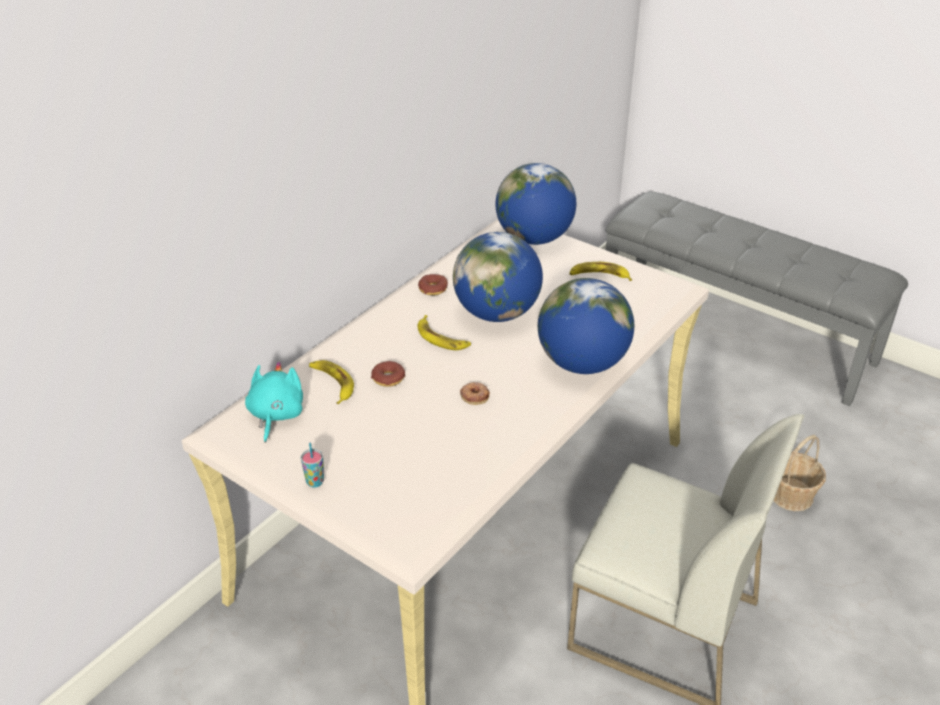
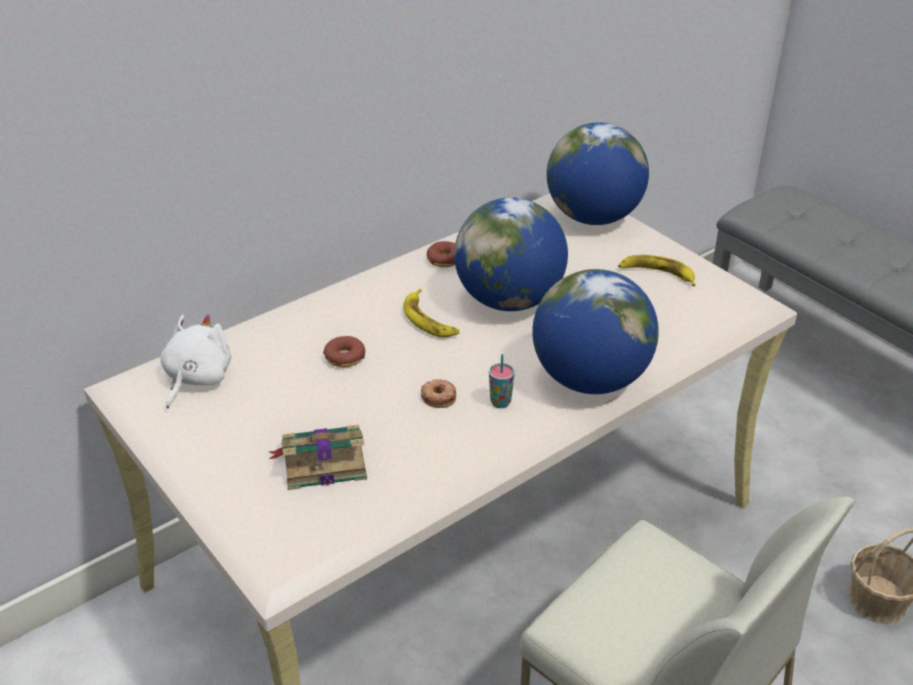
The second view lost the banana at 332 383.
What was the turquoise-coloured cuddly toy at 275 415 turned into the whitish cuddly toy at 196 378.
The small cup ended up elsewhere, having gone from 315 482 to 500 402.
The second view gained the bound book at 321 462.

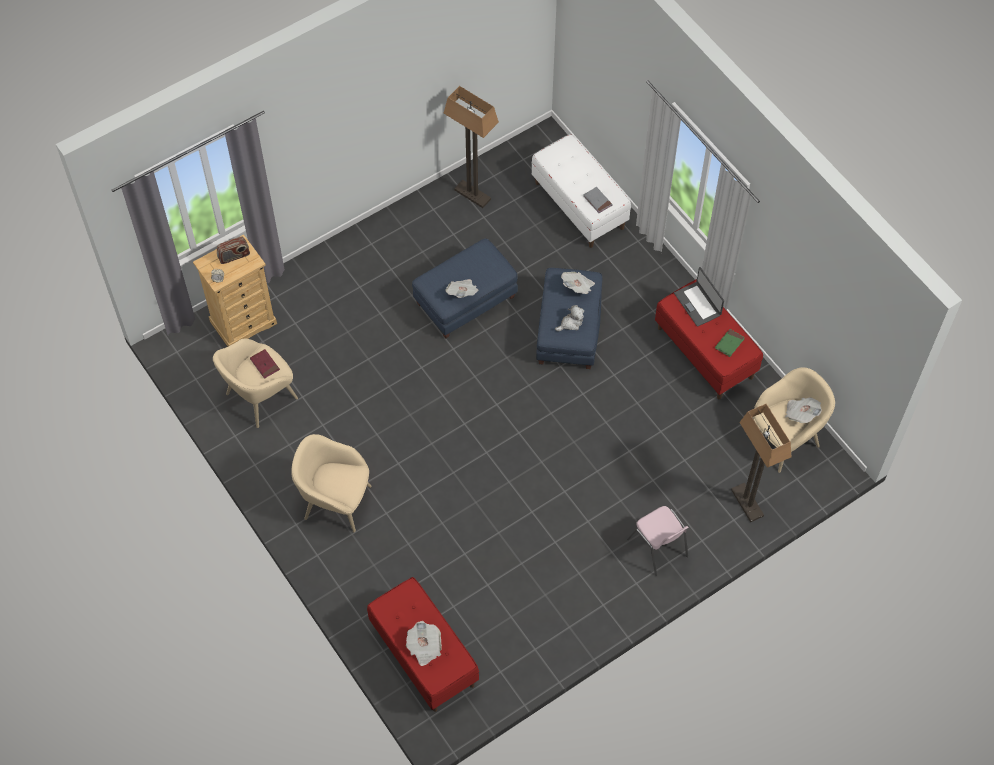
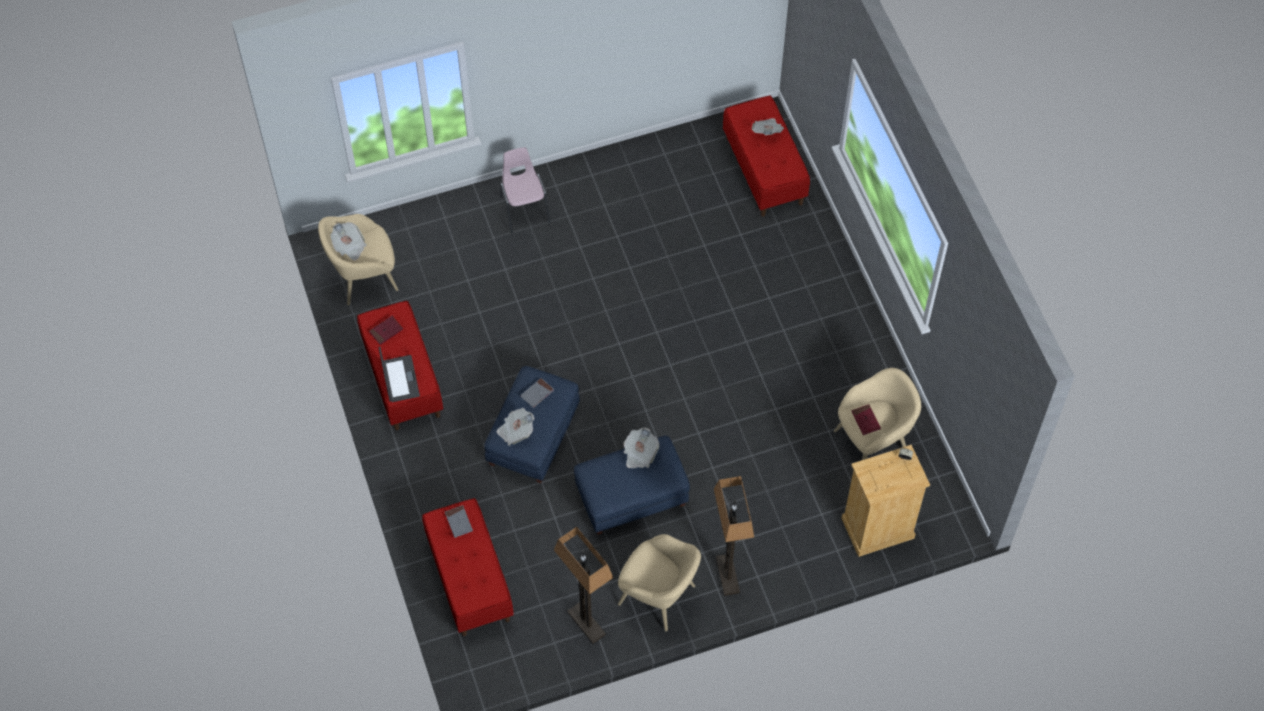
What was the whitish long seat at 579 205 turned into the red long seat at 469 579.
The second view lost the radio at 234 256.
Where the cuddly toy stood at 571 323, the grey bound book came to stand at 537 393.
What was the green-coloured bound book at 729 343 turned into the red bound book at 386 331.
The standing lamp ended up elsewhere, having gone from 747 503 to 727 575.
The beige easy chair ended up elsewhere, having gone from 336 501 to 658 596.

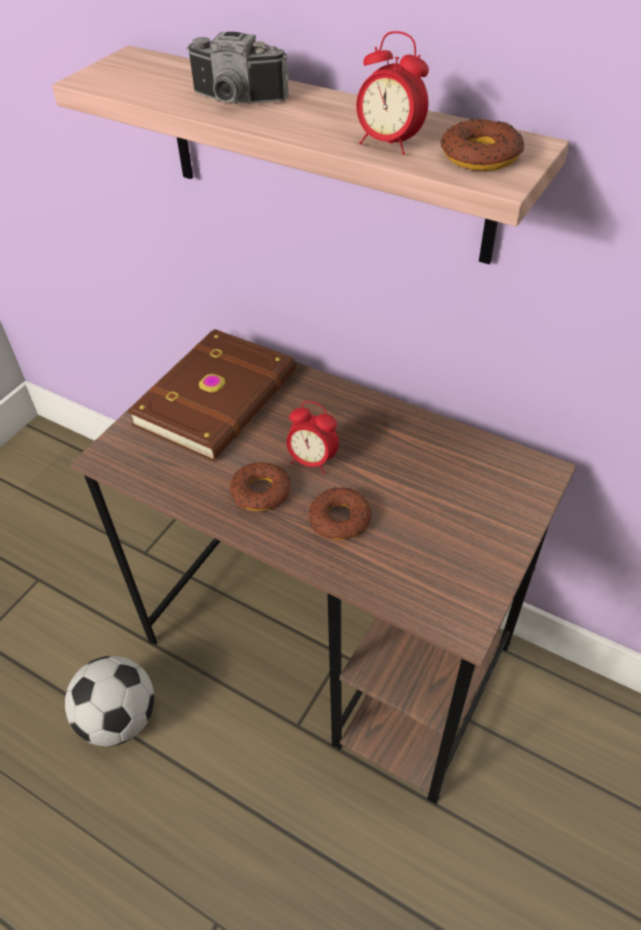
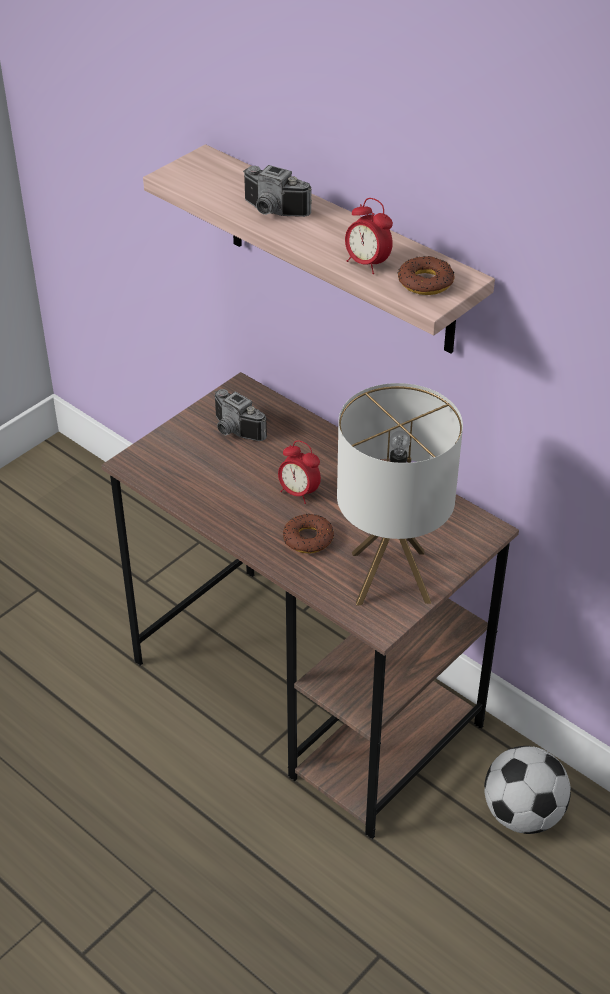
Where the brownish bound book stood at 219 398, the still camera came to stand at 234 431.
The second view lost the donut at 261 492.
The ball for football ended up elsewhere, having gone from 120 718 to 523 814.
The second view gained the tabletop lamp at 390 577.

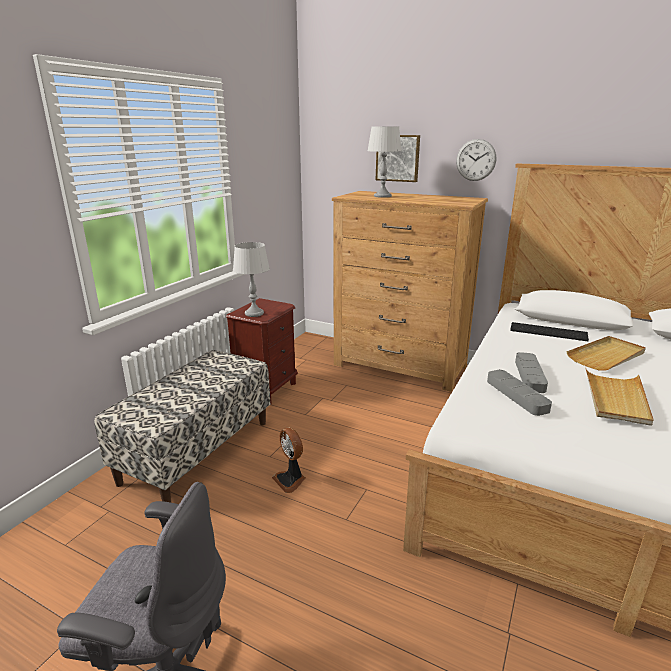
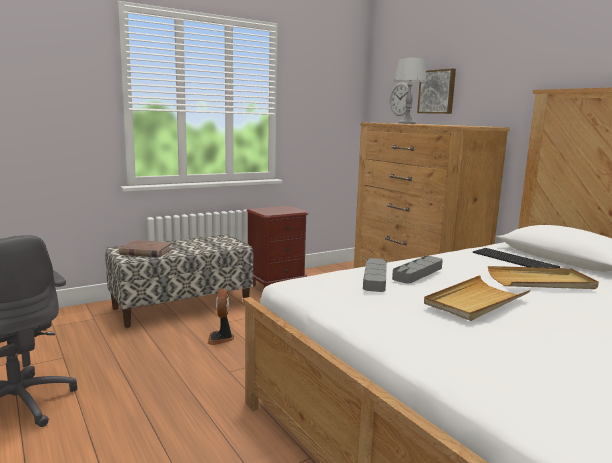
The wall clock ended up elsewhere, having gone from 476 160 to 401 99.
The second view lost the grey tabletop lamp at 254 313.
The second view gained the brownish bound book at 146 251.

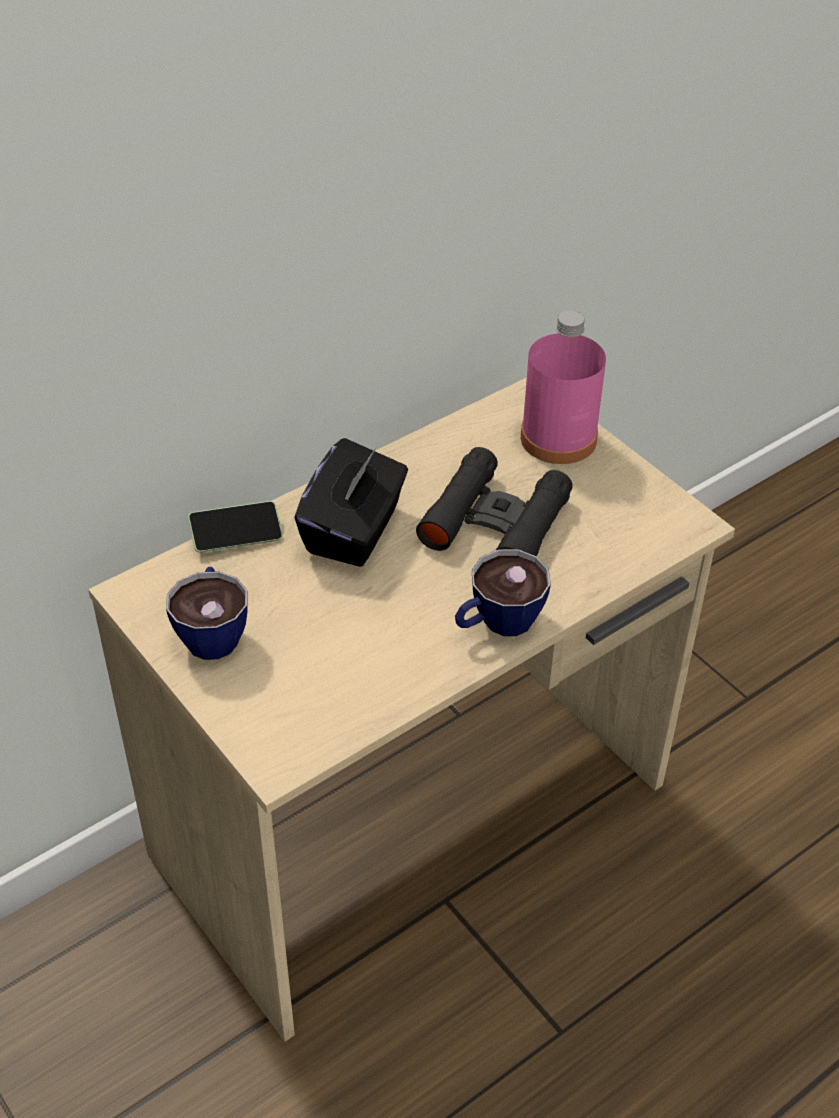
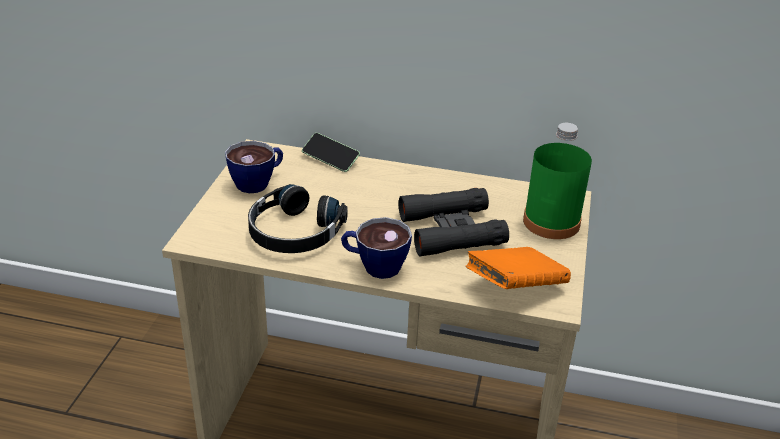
What was the pinkish bottle at 558 438 turned into the green-coloured bottle at 551 222.
The second view lost the black tissue box at 354 530.
The second view gained the black pair of headphones at 294 232.
The second view gained the orangey bound book at 515 287.

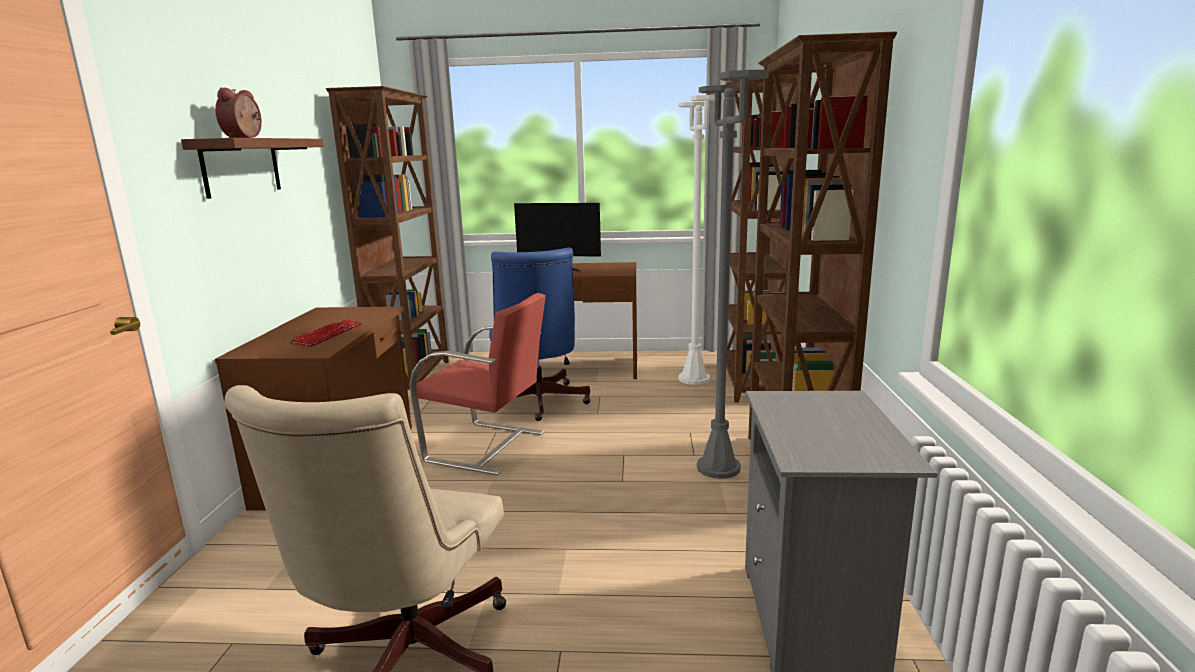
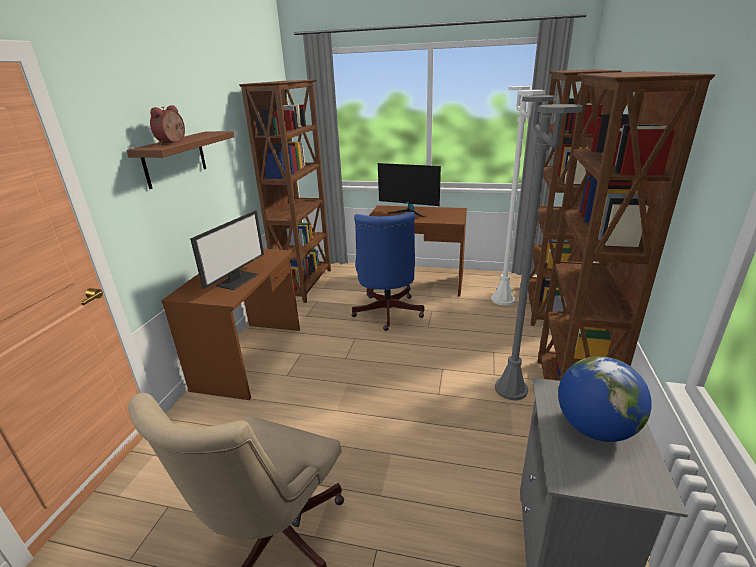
The second view lost the red chair at 487 447.
Where the keyboard stood at 328 335, the computer display came to stand at 237 280.
The second view gained the desk globe at 595 428.

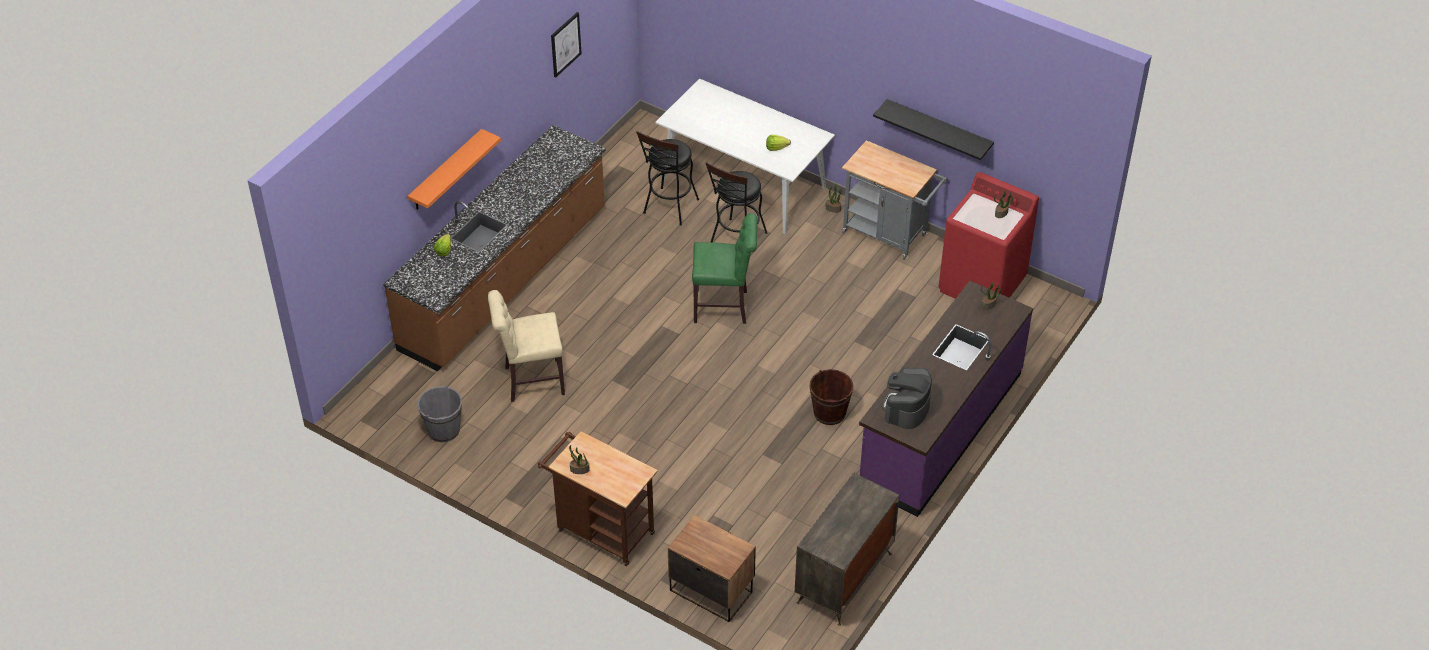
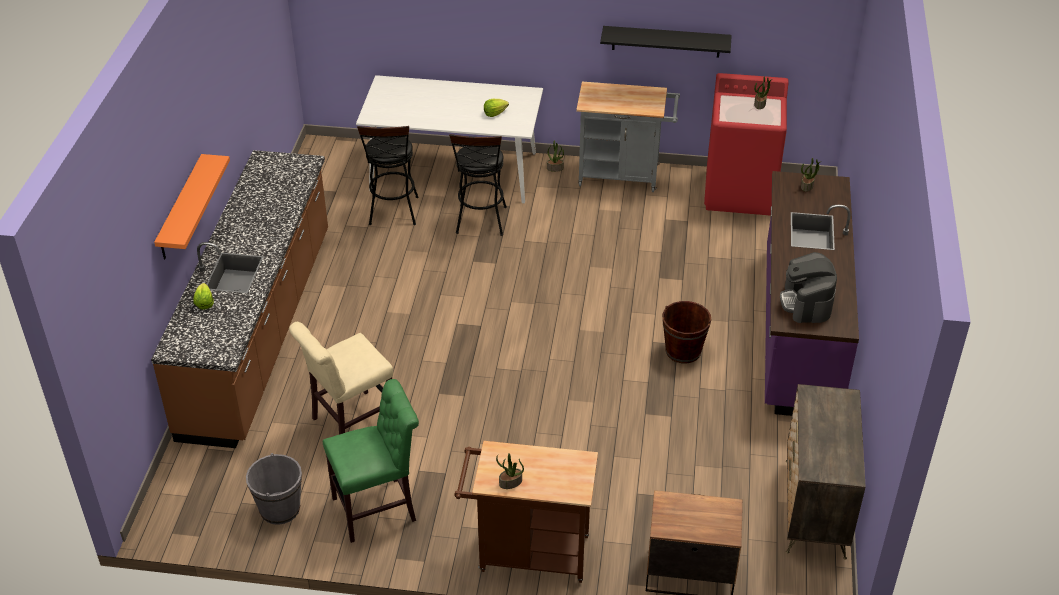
The second view lost the picture at 565 44.
The green-coloured chair ended up elsewhere, having gone from 724 307 to 379 508.

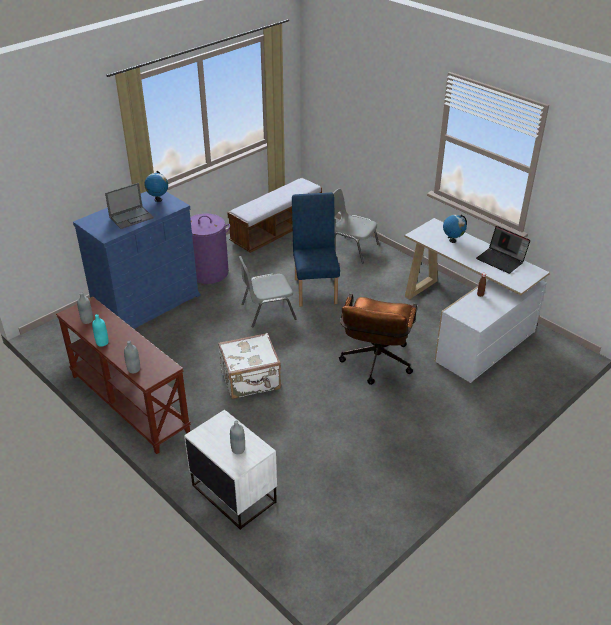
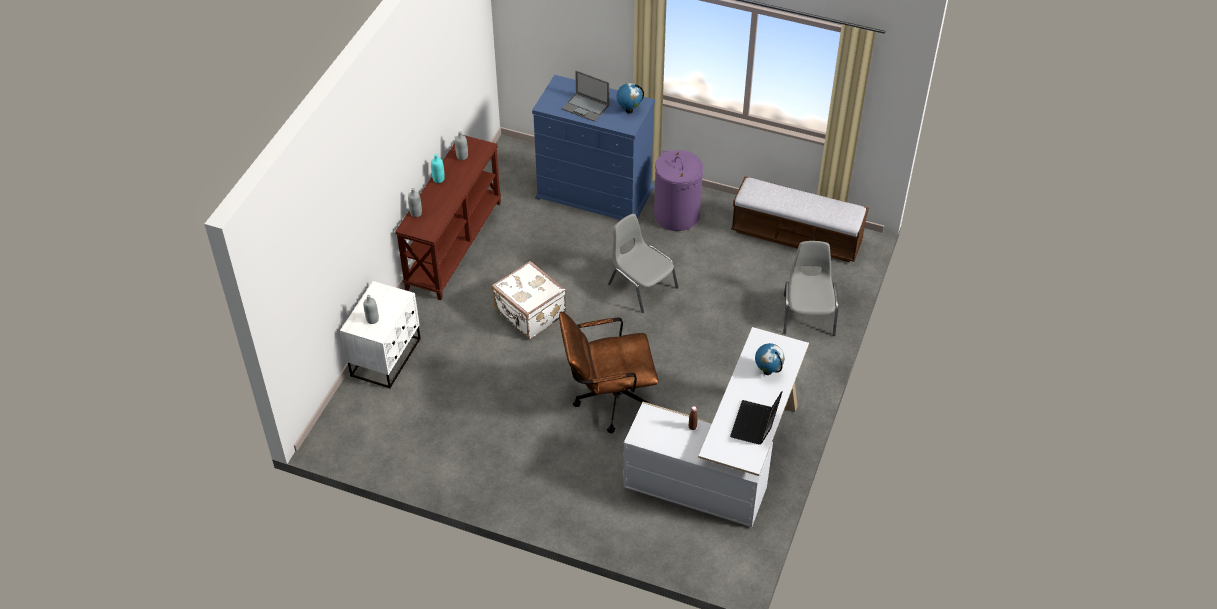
The second view lost the blue chair at 315 288.

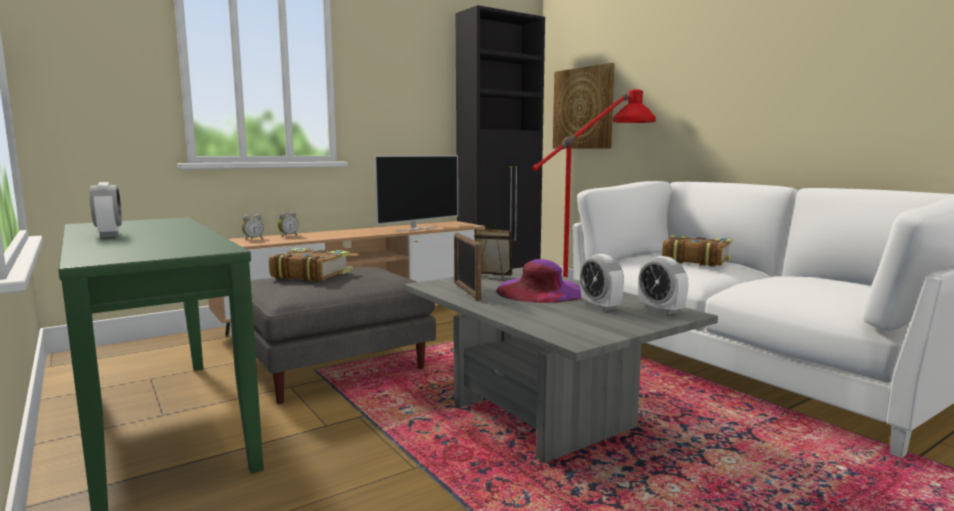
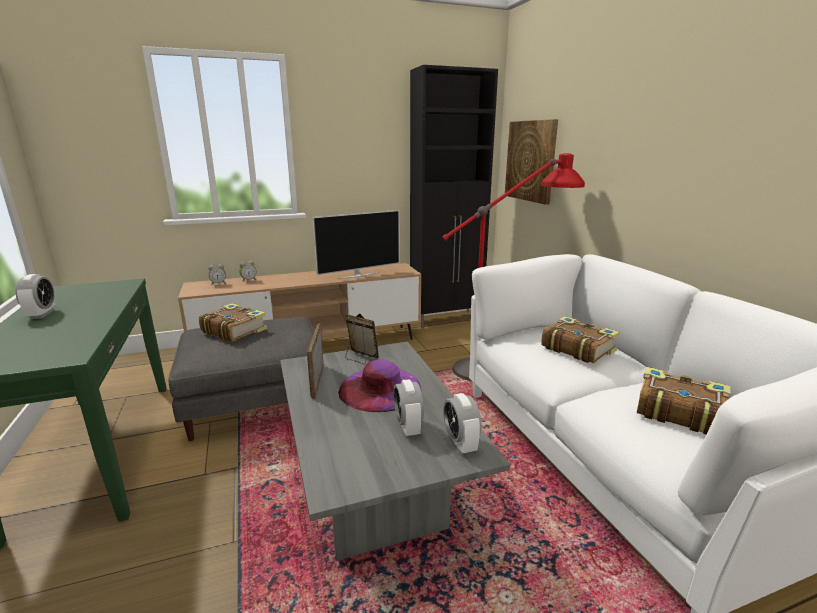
The second view gained the bound book at 677 411.

